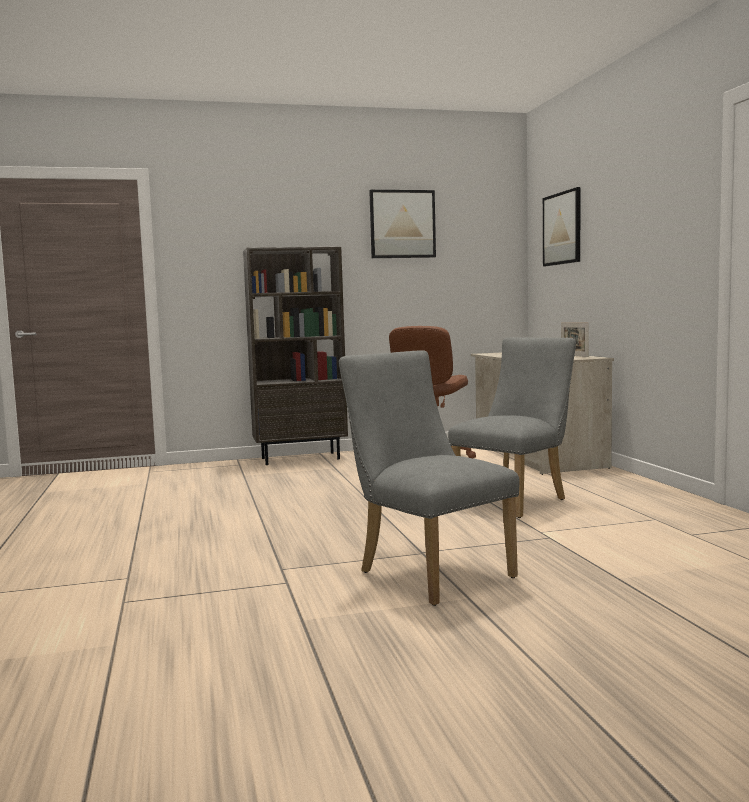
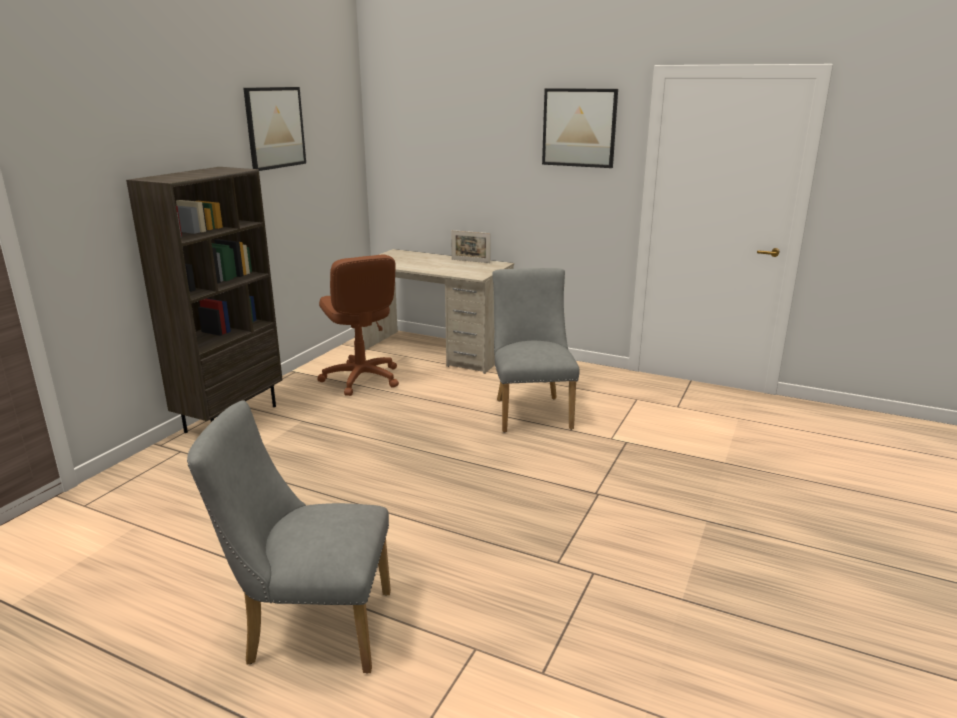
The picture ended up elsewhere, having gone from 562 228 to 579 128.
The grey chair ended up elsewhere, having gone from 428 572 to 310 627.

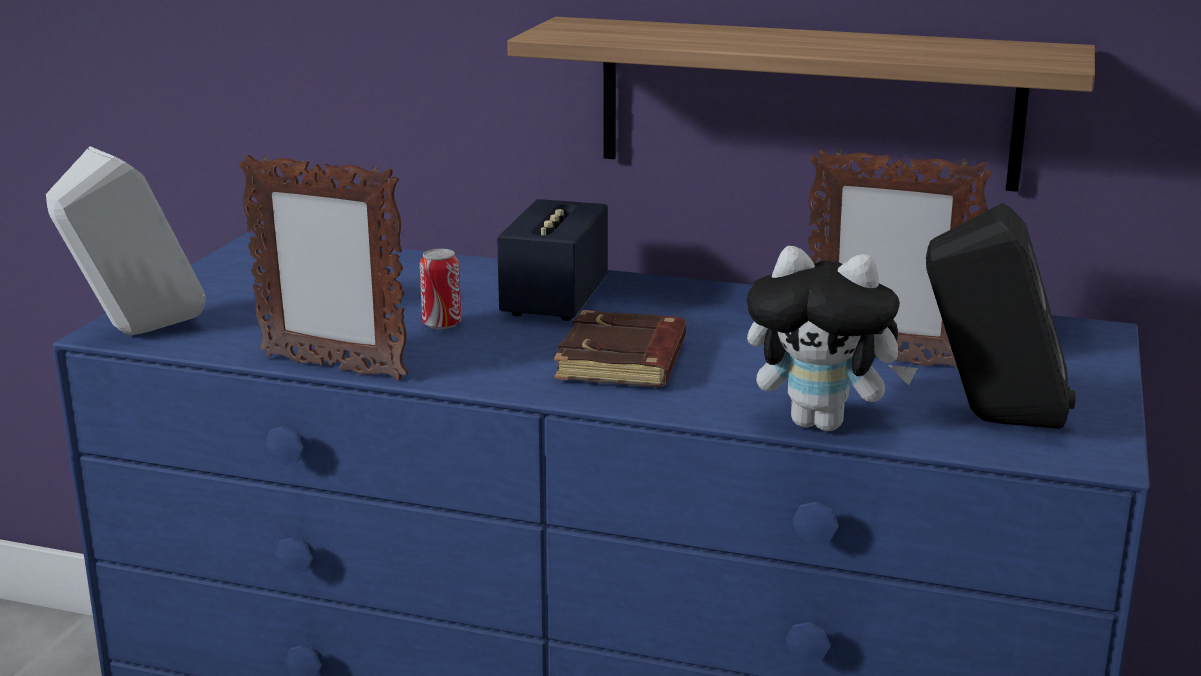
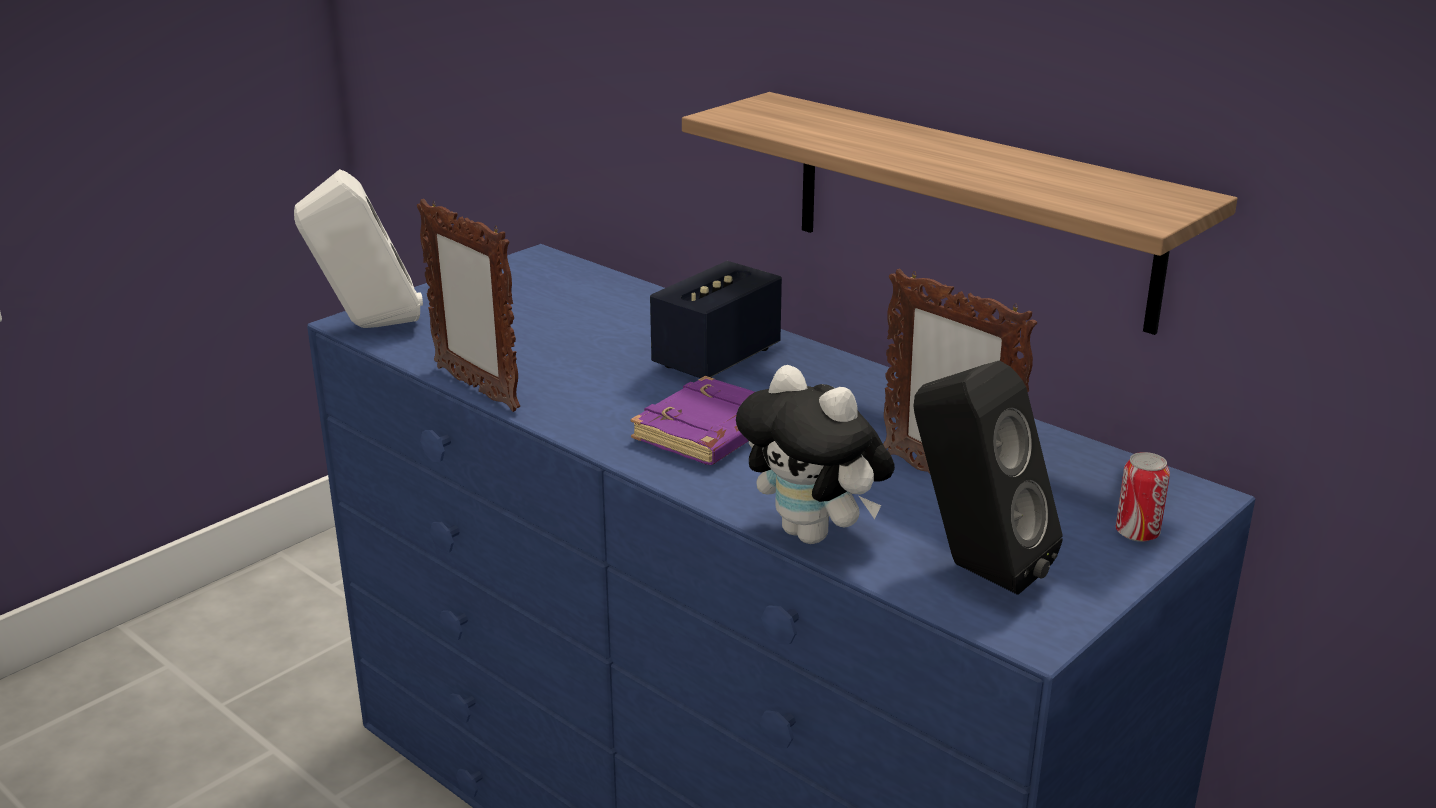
The metal can ended up elsewhere, having gone from 441 324 to 1137 533.
What was the brownish bound book at 624 362 turned into the purple bound book at 709 433.

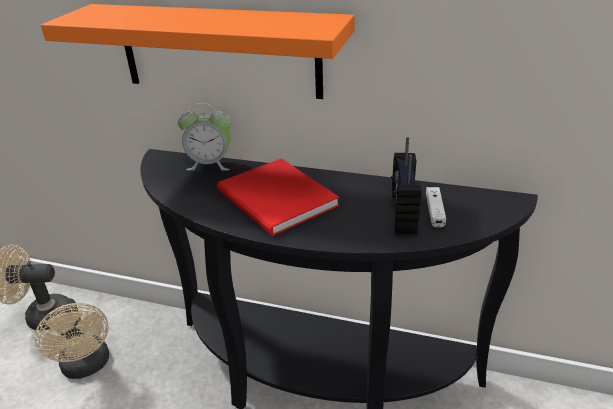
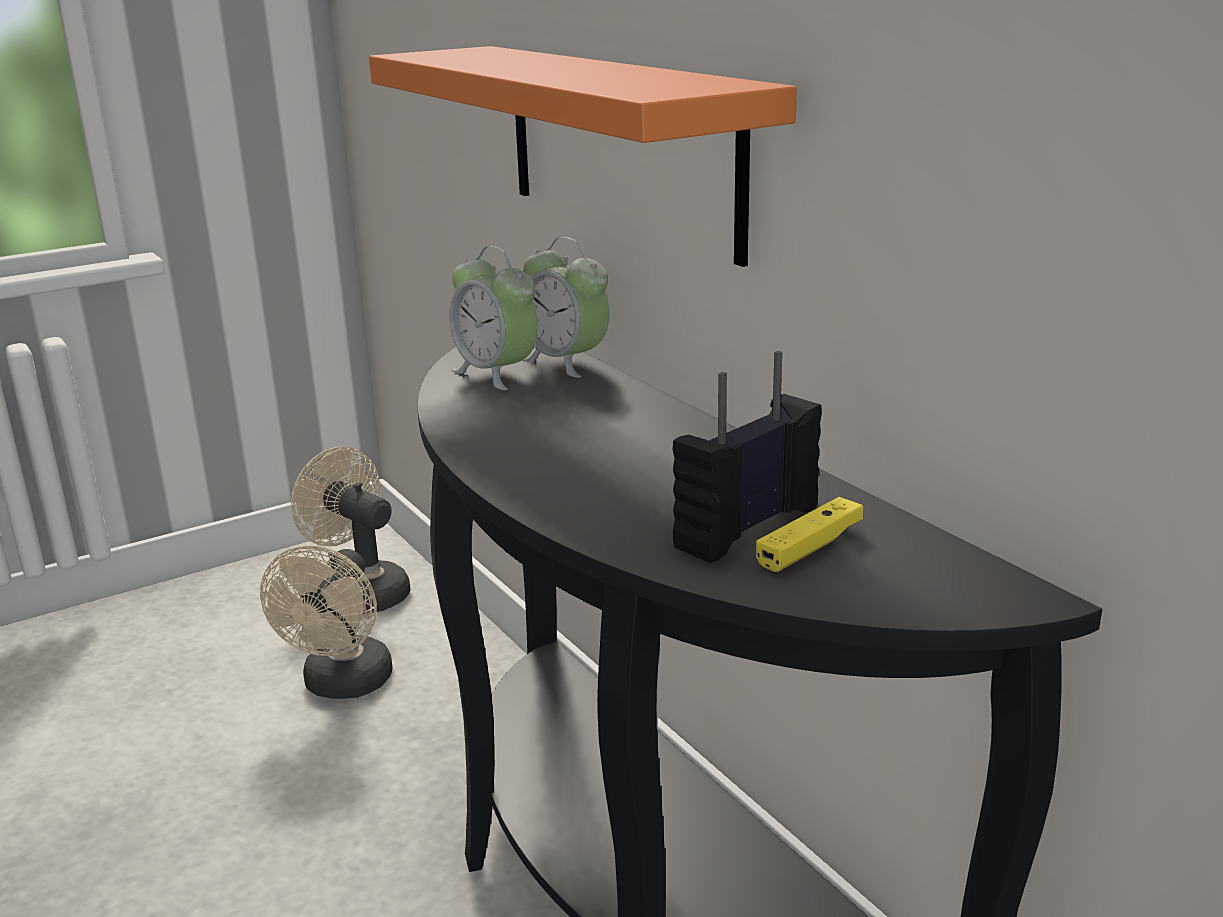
The second view lost the red bound book at 276 200.
What was the whitish gamepad at 434 211 turned into the yellow gamepad at 809 547.
The second view gained the bedside clock at 496 374.

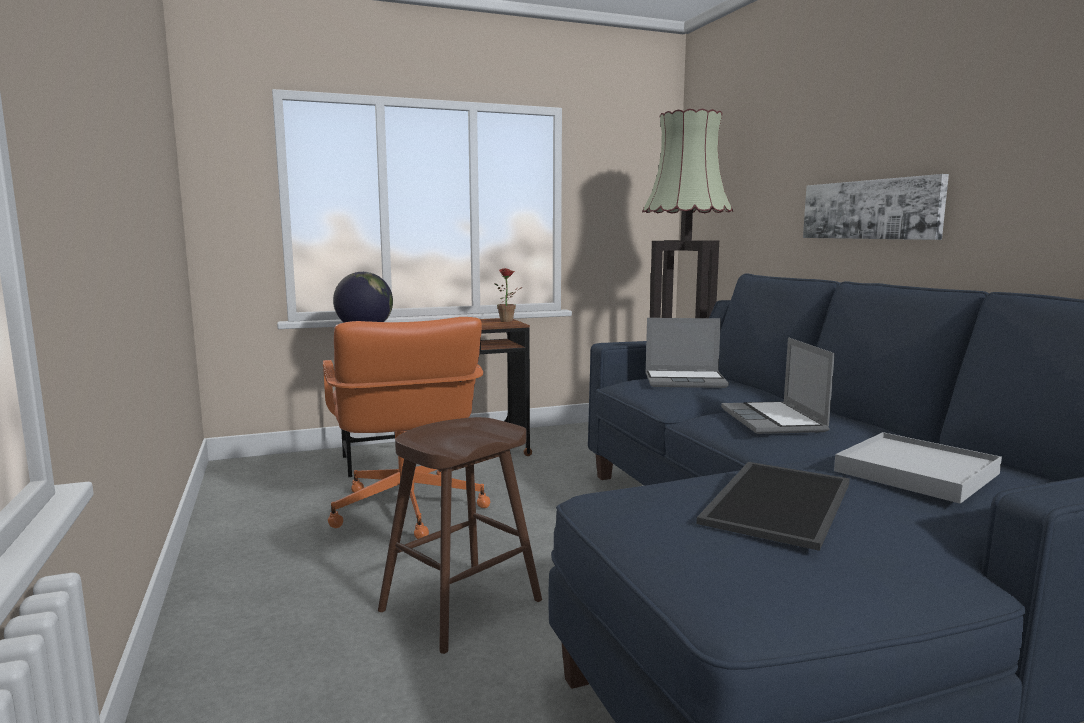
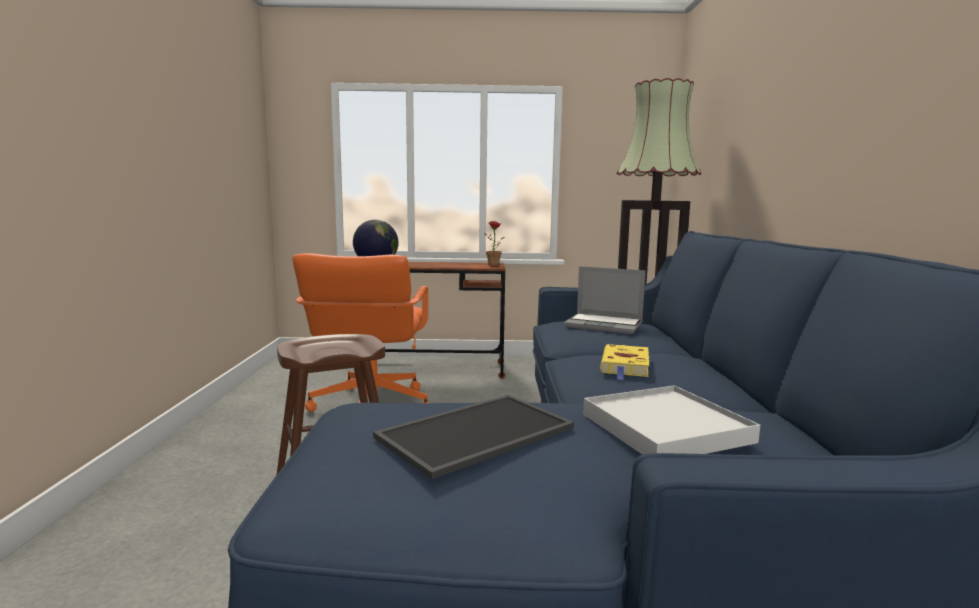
The second view lost the picture at 870 209.
Where the portable computer stood at 774 421, the yellow bound book came to stand at 625 366.

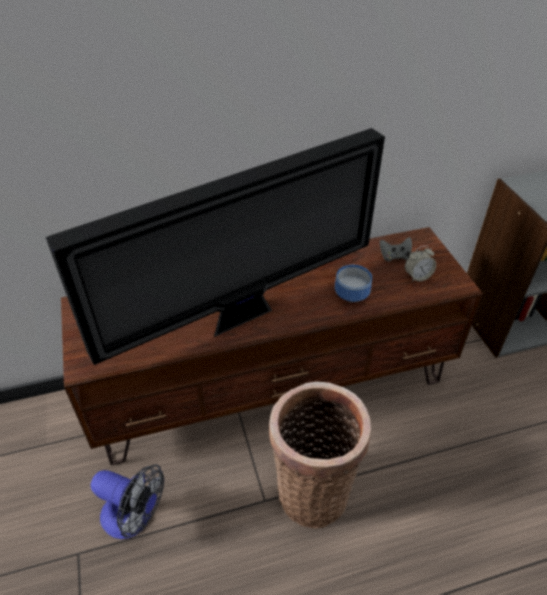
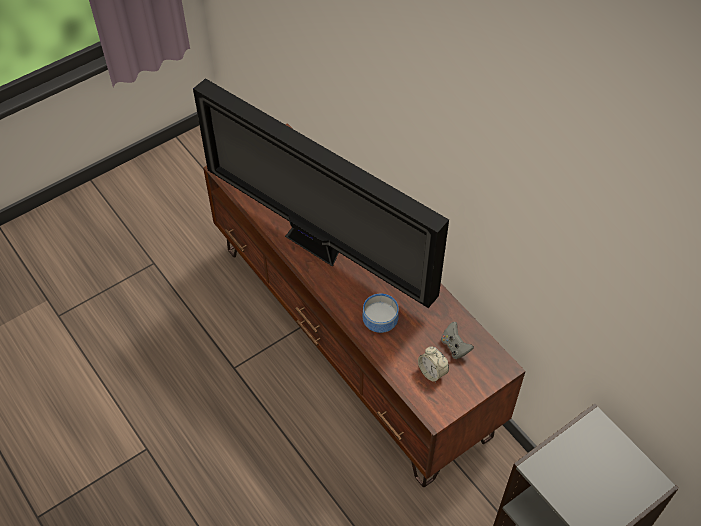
The second view lost the basket at 313 489.
The second view lost the electric fan at 134 518.

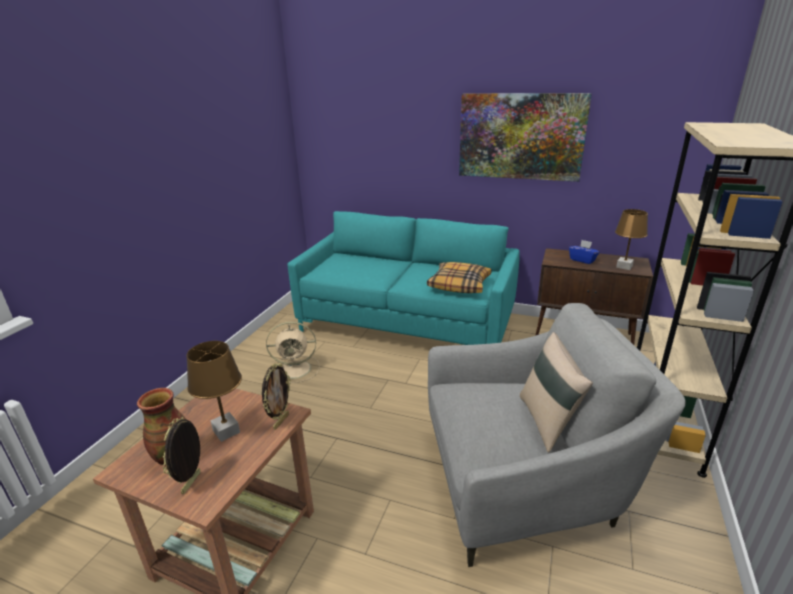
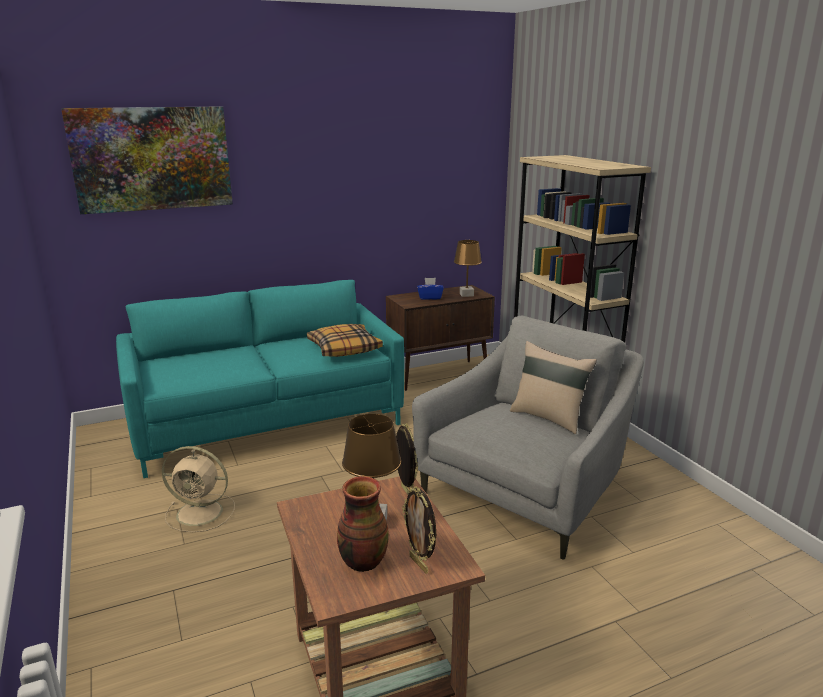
The picture ended up elsewhere, having gone from 520 136 to 152 159.
The beige electric fan at 296 369 ended up facing another way, 60 degrees clockwise from before.

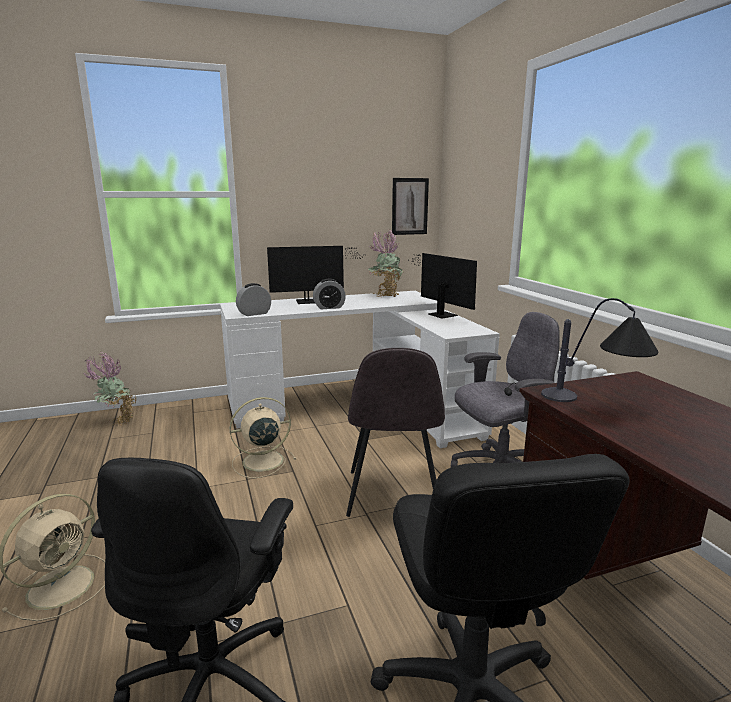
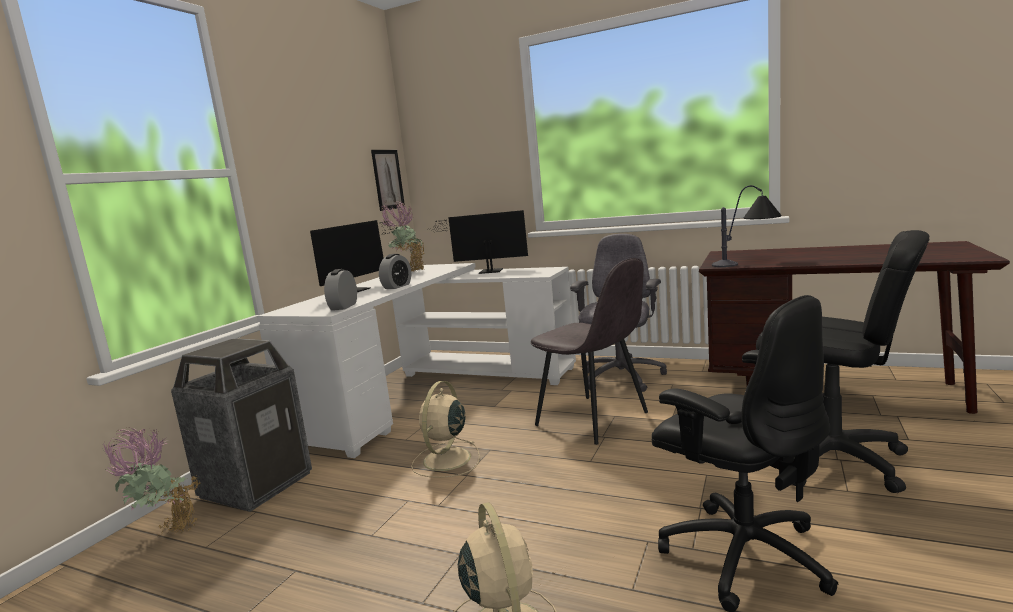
The second view gained the rubbish bin at 256 485.

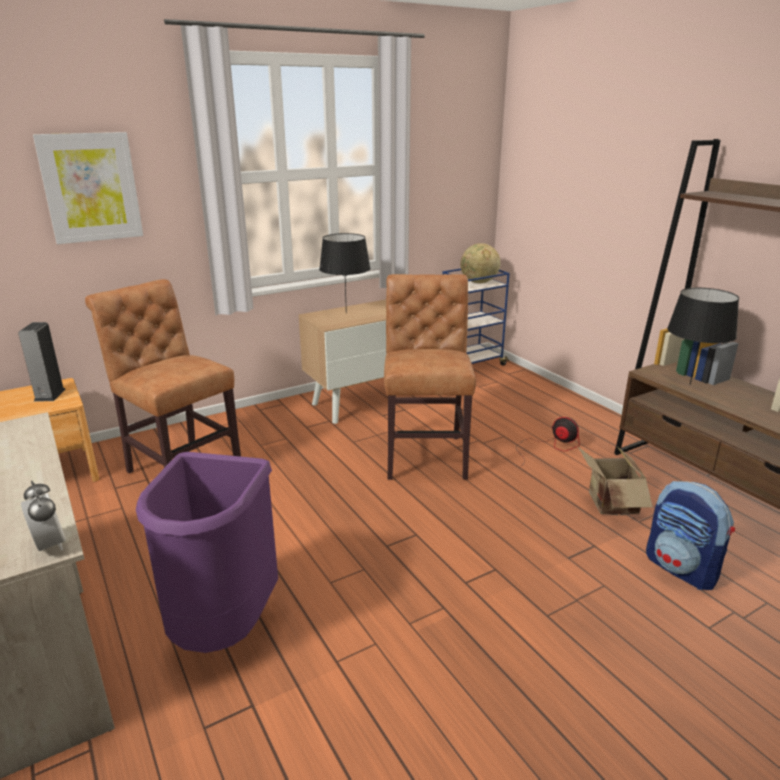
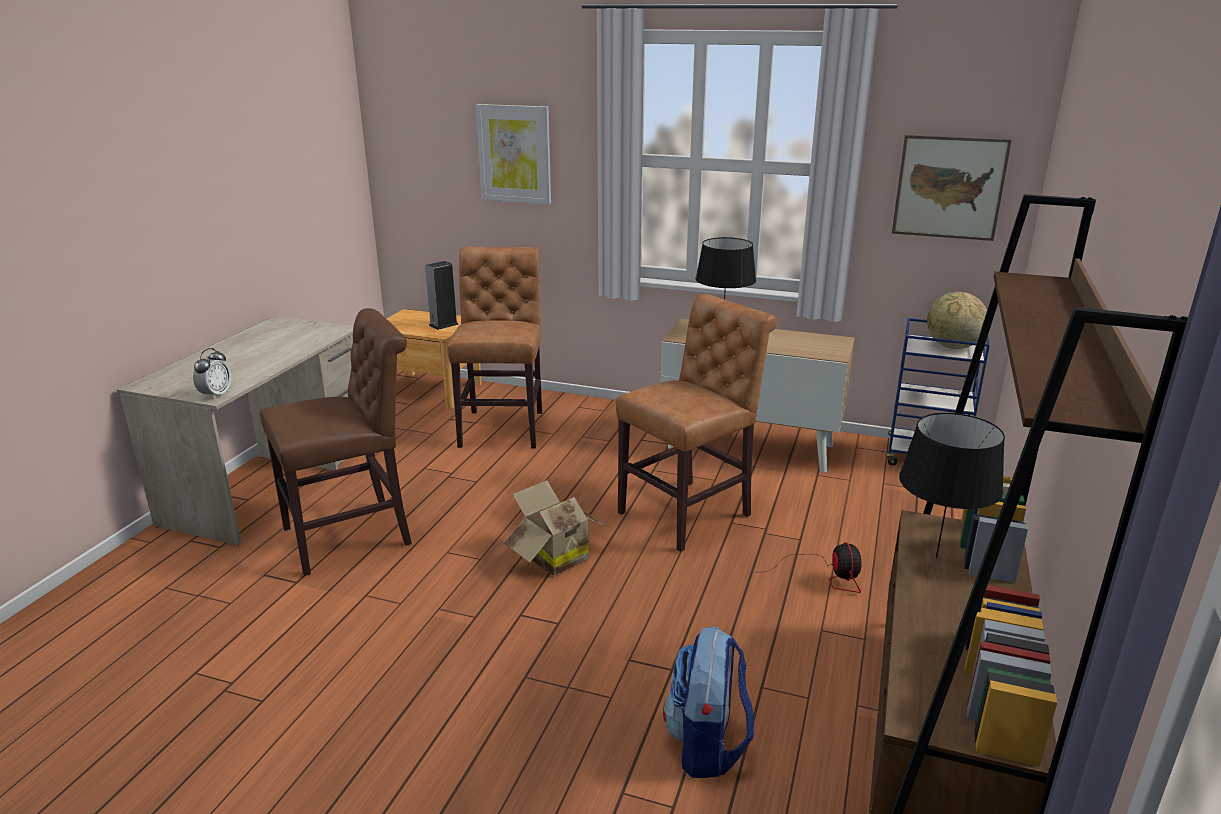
The packing box ended up elsewhere, having gone from 609 505 to 553 558.
Where the purple rubbish bin stood at 224 627, the brownish chair came to stand at 355 535.
The second view gained the picture at 949 187.

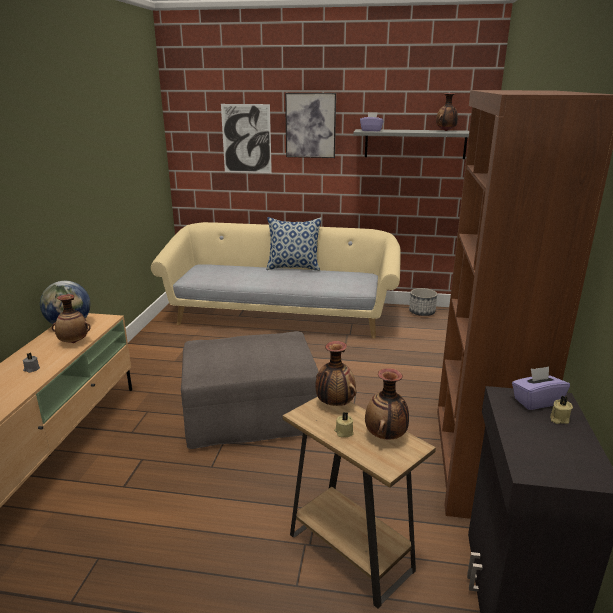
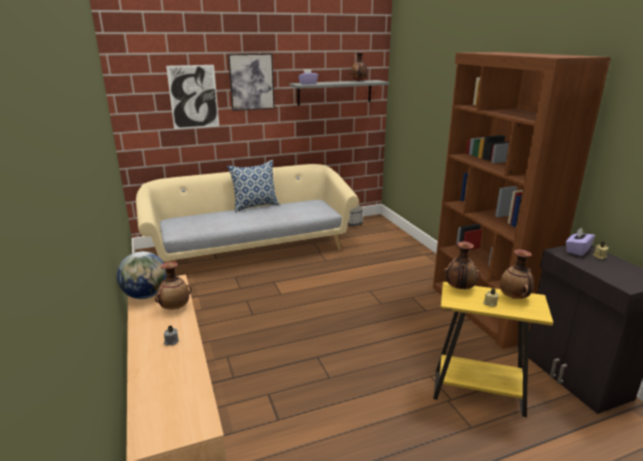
The second view lost the grey pouffe at 251 414.
What was the brownish accent table at 350 552 turned into the yellow accent table at 478 393.

